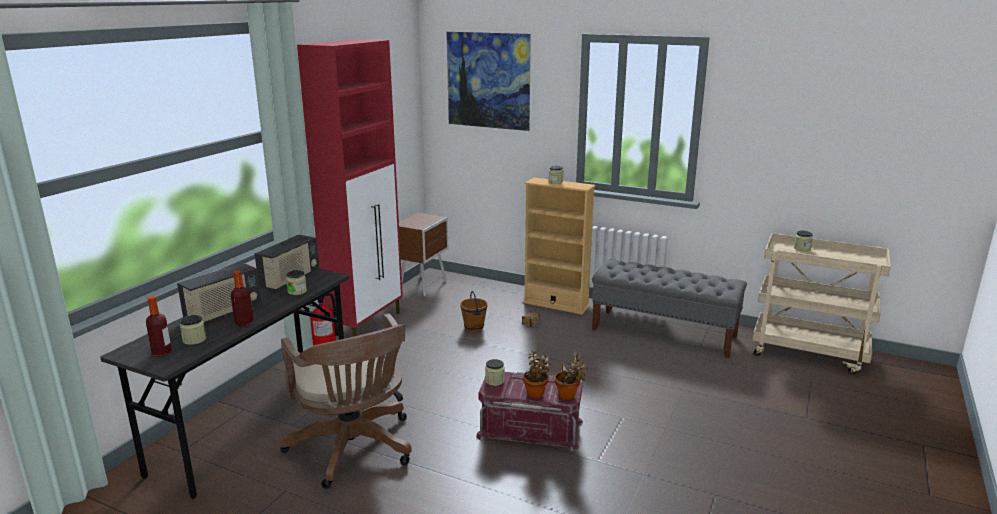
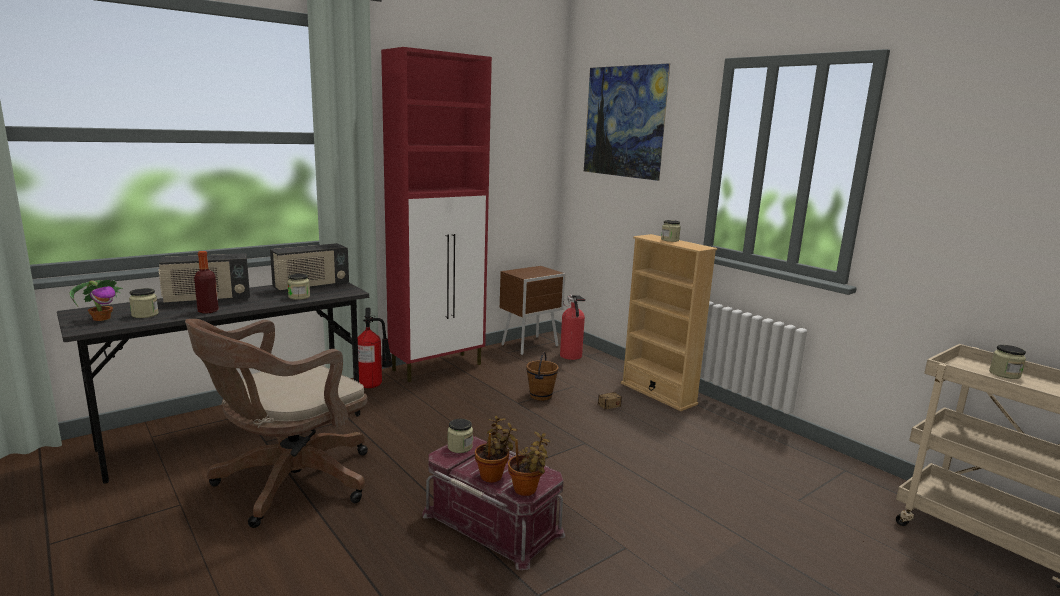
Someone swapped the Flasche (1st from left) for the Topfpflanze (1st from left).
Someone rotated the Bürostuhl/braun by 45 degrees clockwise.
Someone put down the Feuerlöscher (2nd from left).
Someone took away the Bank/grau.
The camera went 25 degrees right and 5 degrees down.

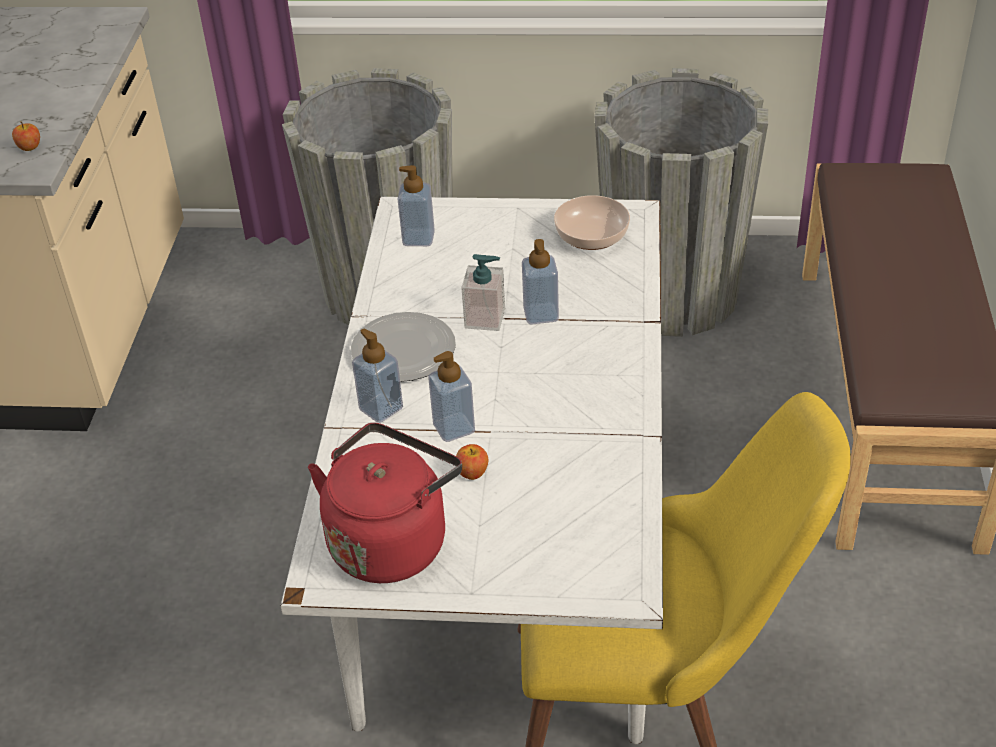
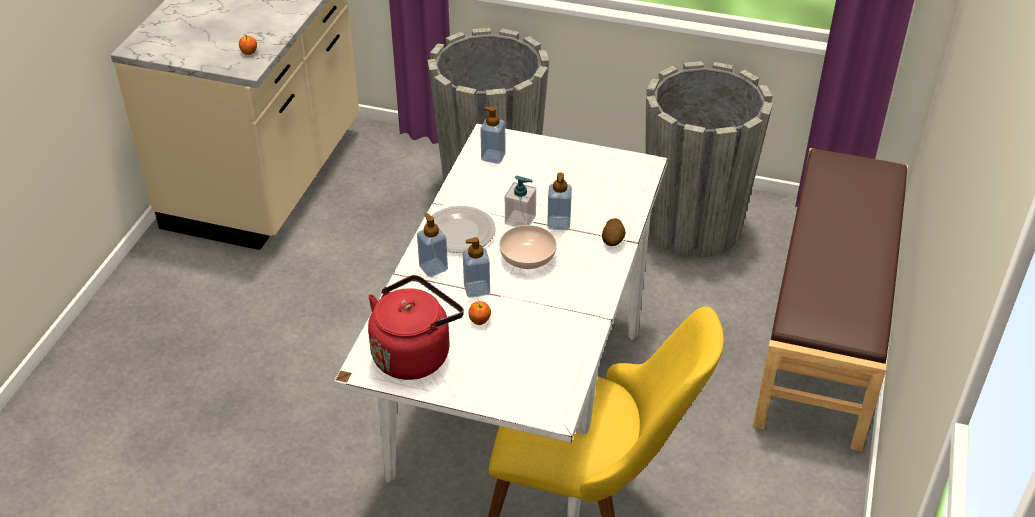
Someone carried the Schüssel.
Someone put down the Kartoffel.
The camera went 10 degrees right and 0 degrees up.

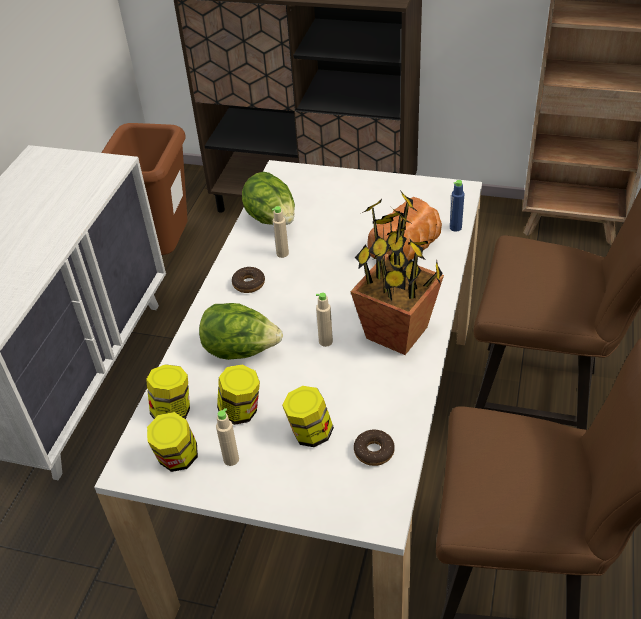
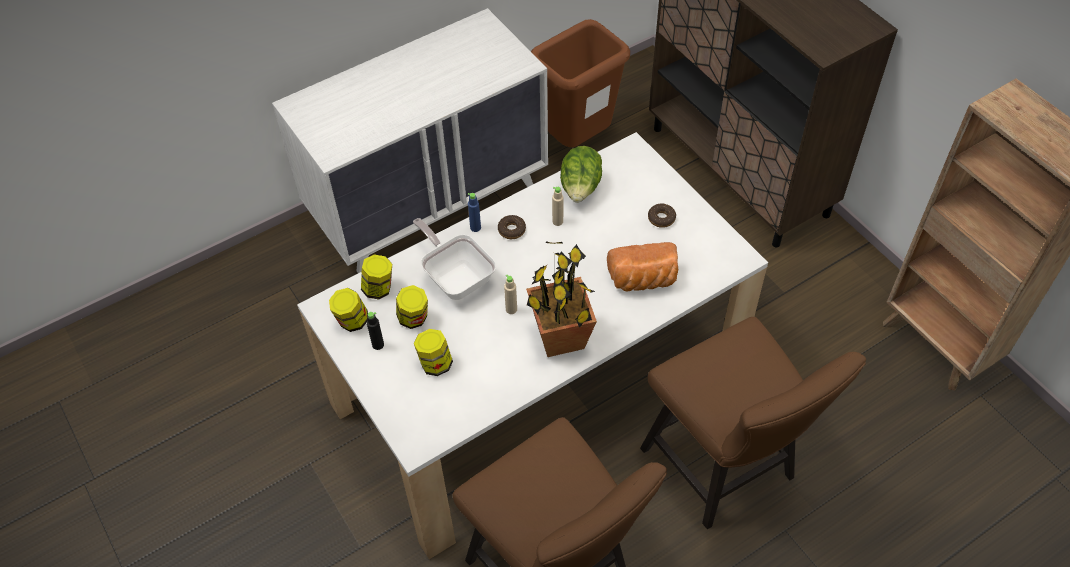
Someone repainted the Flasche/beige (1st from left), which became the Flasche/schwarz.
Someone swapped the Salatkopf (1st from left) for the Pfanne.
Someone carried the Flasche/blau.
Someone carried the Donut (2nd from left).
The camera went 40 degrees right and 10 degrees up.

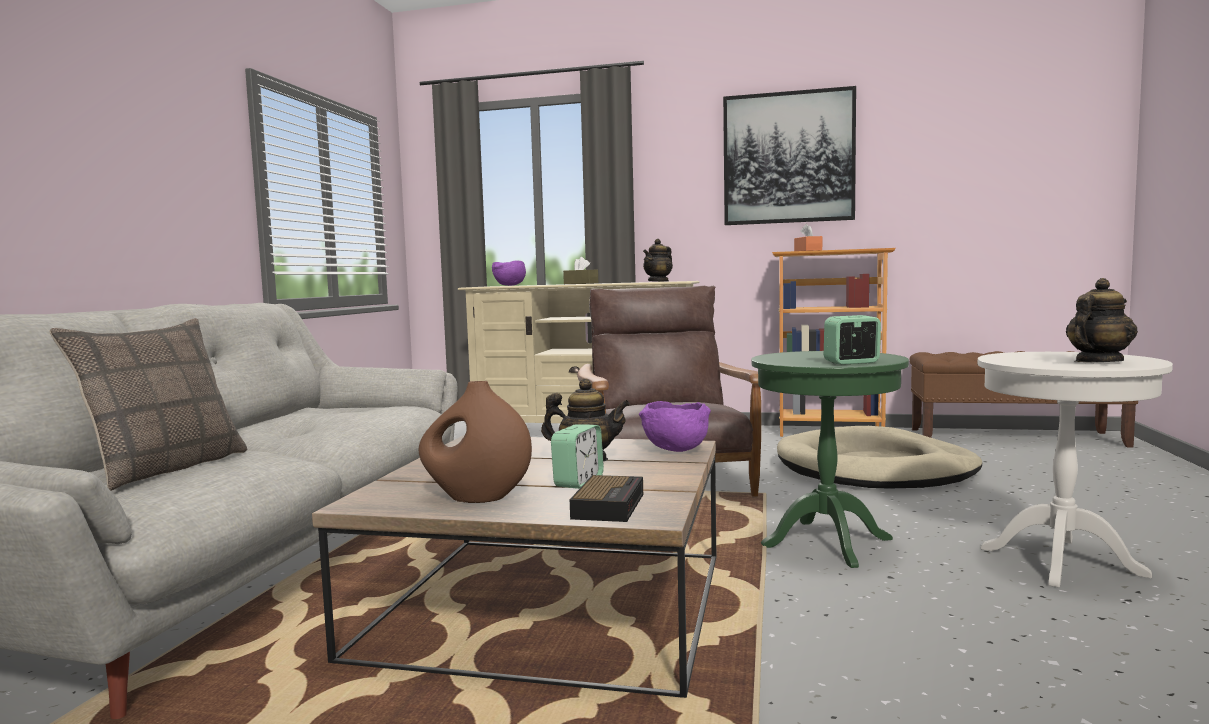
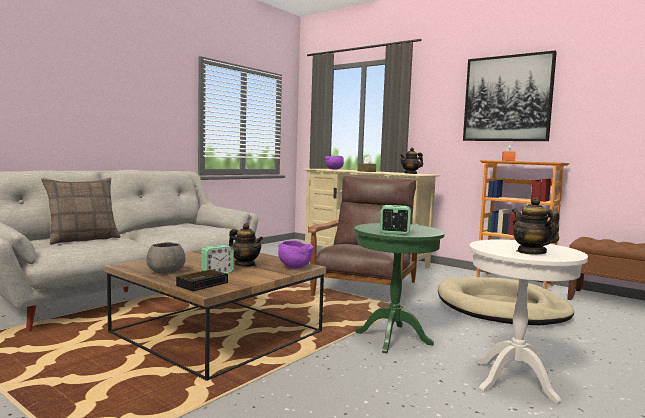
Someone swapped the Vase/braun for the Schüssel/grau.
Someone rotated the Teekanne (3rd from left) by 105 degrees counterclockwise.
The camera went 25 degrees right and 0 degrees up.

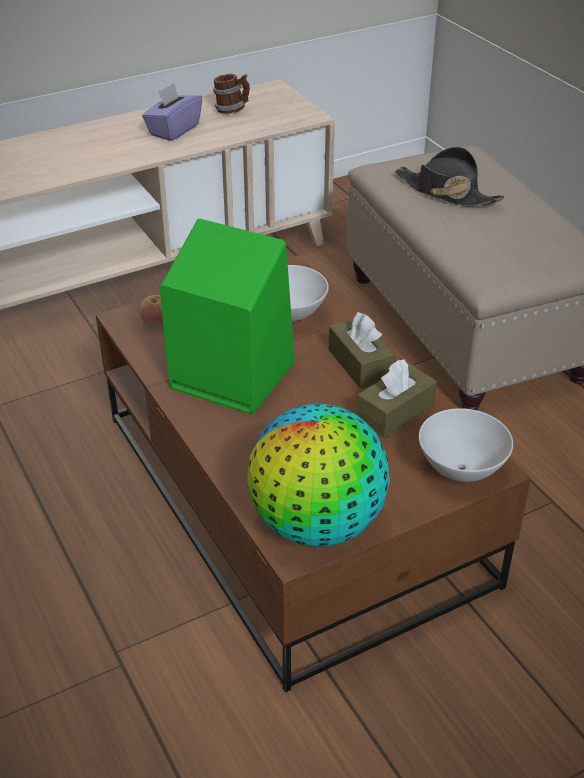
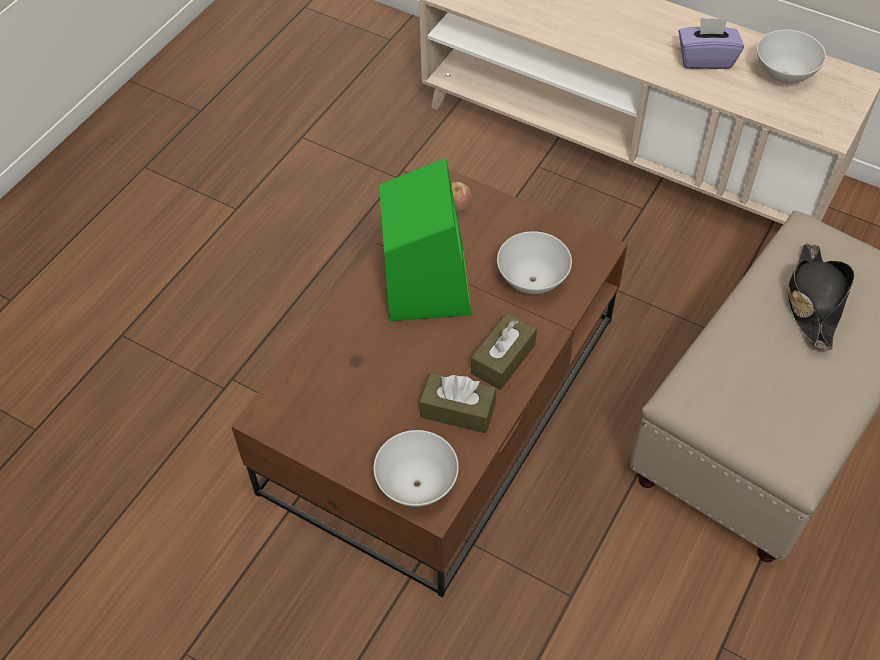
Someone swapped the Henkelbecher for the Schüssel/weiß (3rd from left).
Someone took away the Globus.
The camera went 60 degrees right and 15 degrees up.

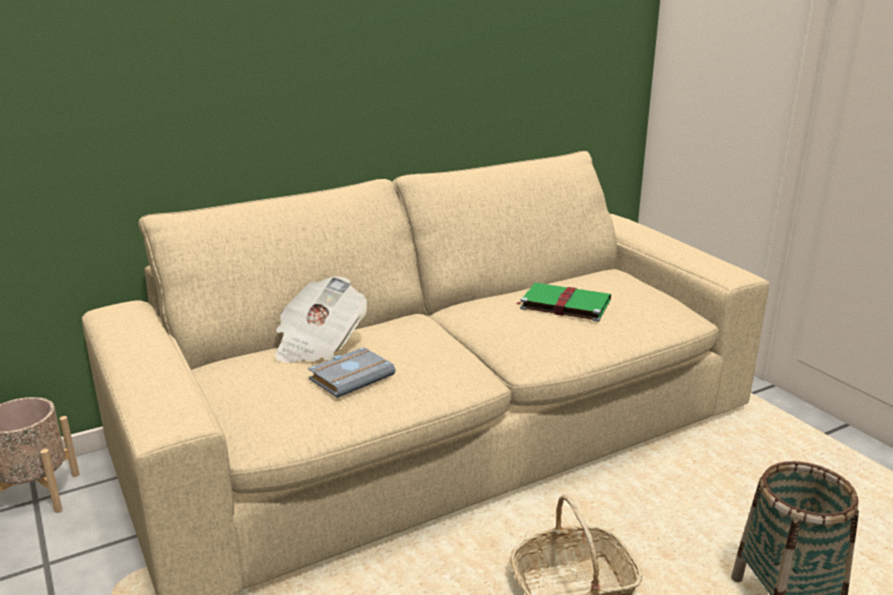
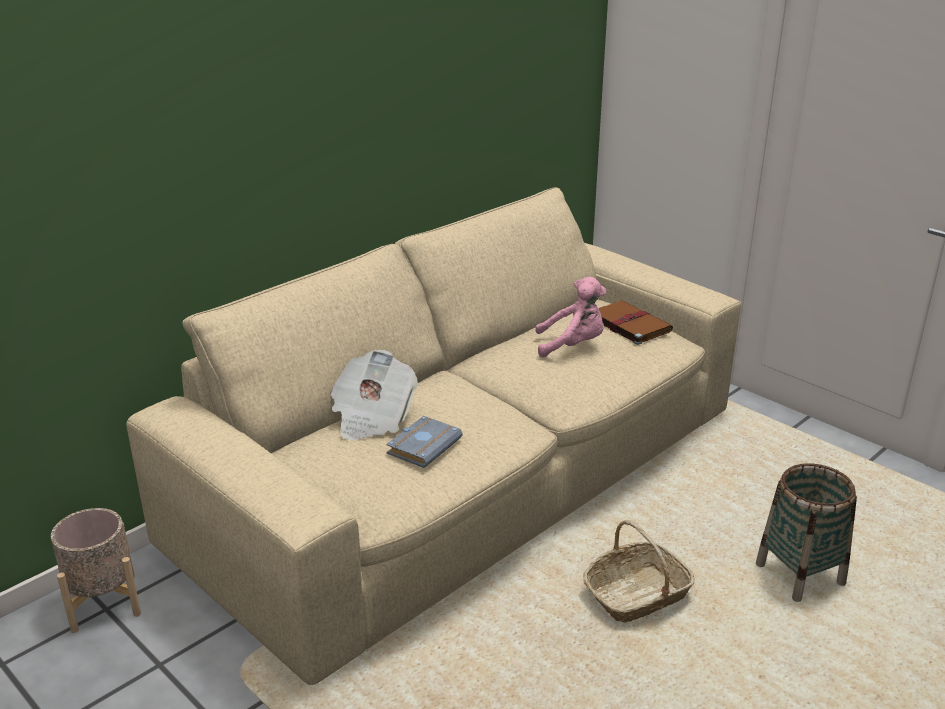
Someone swapped the Buch/grün for the Plüschtier/rosa.
Someone put down the Buch/braun.
The camera went 15 degrees left and 5 degrees up.

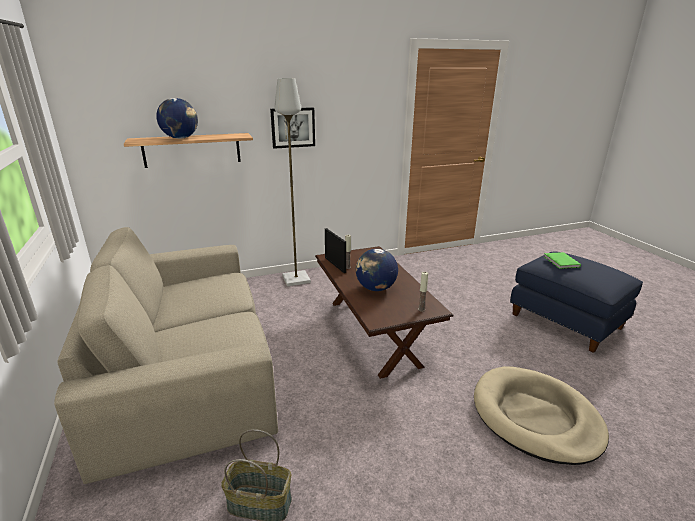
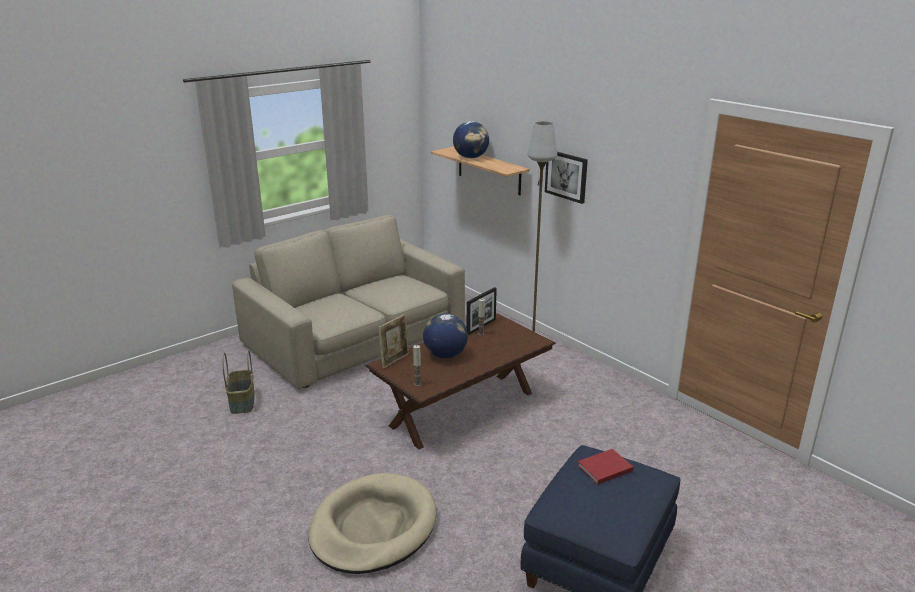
Someone put down the Bilderrahmen (1st from left).
Someone repainted the Buch/grün, which became the Buch/rot.
The camera went 70 degrees right and 0 degrees up.

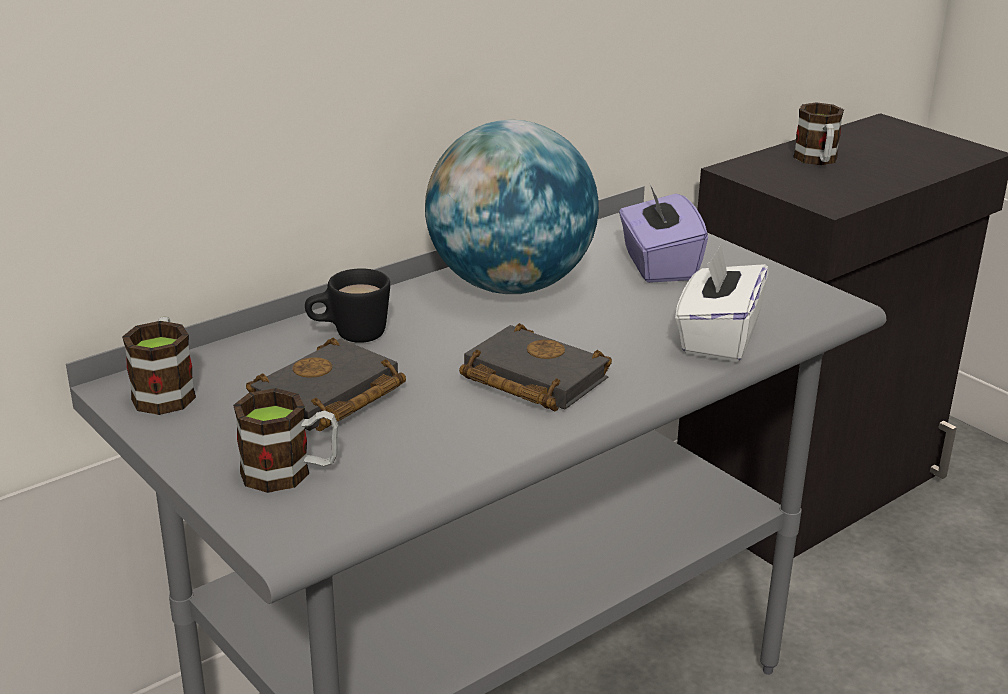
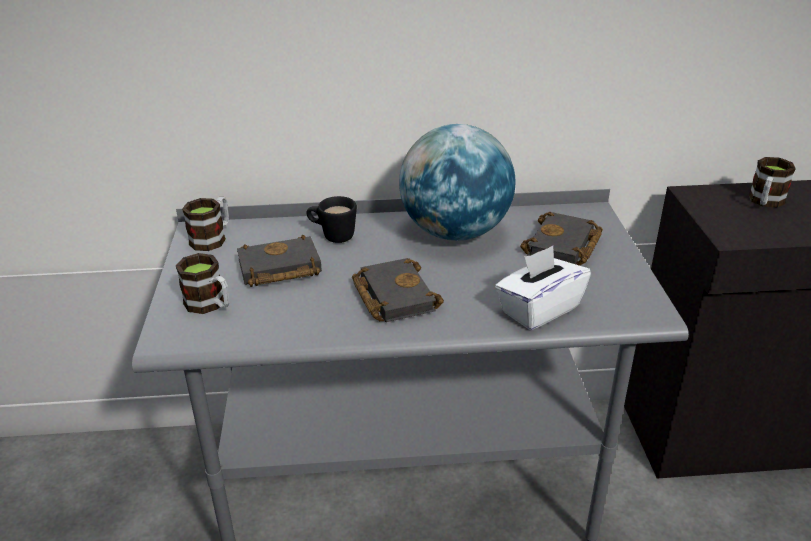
Someone swapped the Taschentuchbox/lila for the Buch/schwarz (3rd from left).
The camera went 35 degrees right and 5 degrees up.

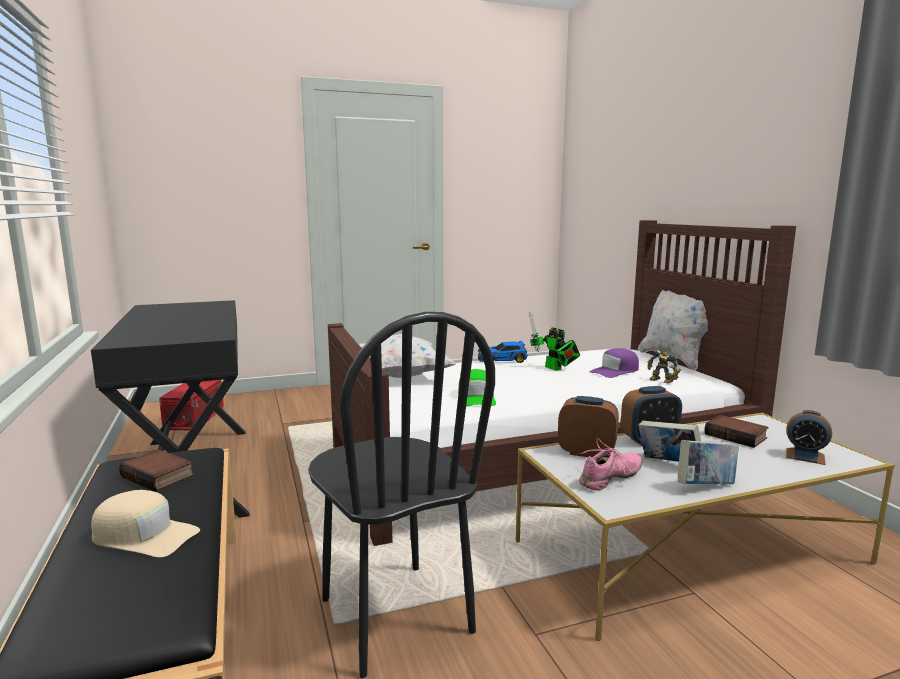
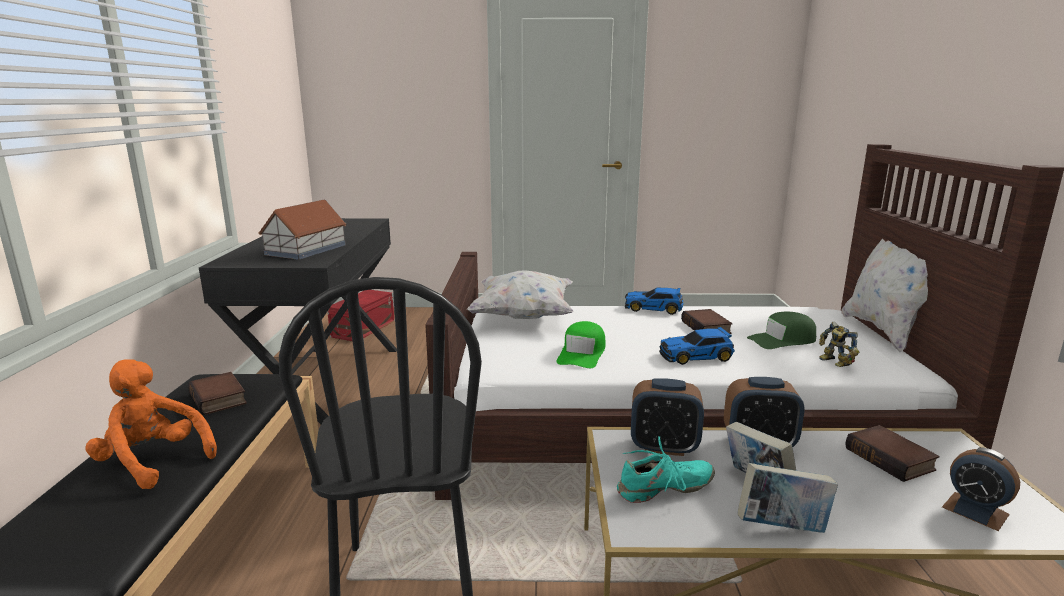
Someone swapped the Kappe/beige for the Plüschtier/orange.
Someone put down the Spielzeughaus.
Someone repainted the Schuh/rosa, which became the Schuh/türkis.
Someone rotated the Wecker (1st from left) by 150 degrees clockwise.
Someone put down the Spielzeugauto (2nd from left).
Someone swapped the Spielzeugroboter (1st from left) for the Buch (2nd from left).
Someone repainted the Kappe/lila, which became the Kappe/grün (2nd from left).
The camera went 20 degrees right and 5 degrees up.

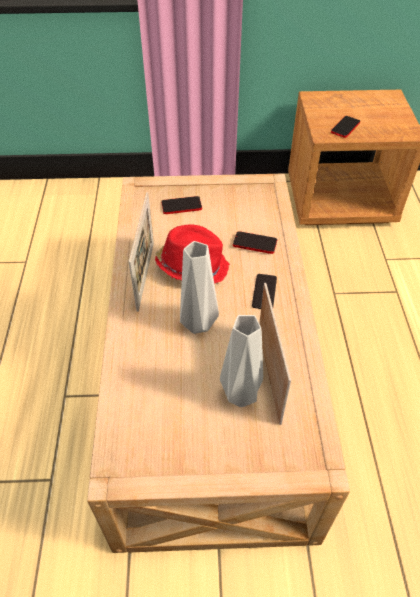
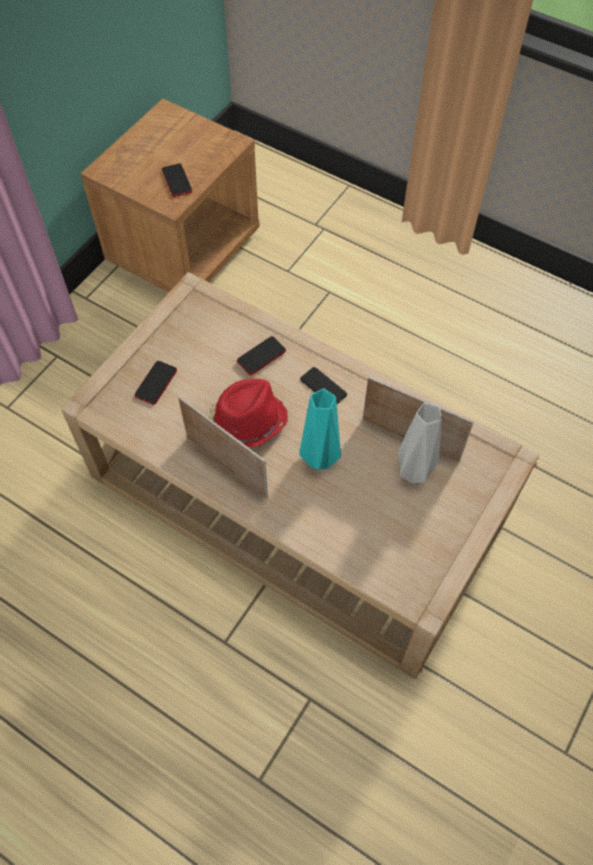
Someone repainted the Vase/grau (1st from left), which became the Vase/türkis.
The camera went 55 degrees left and 10 degrees up.

